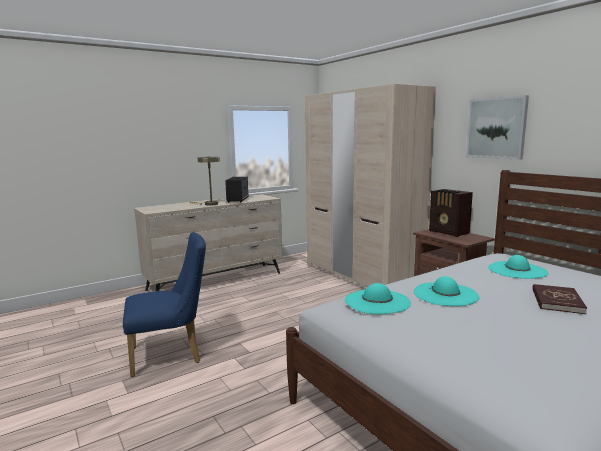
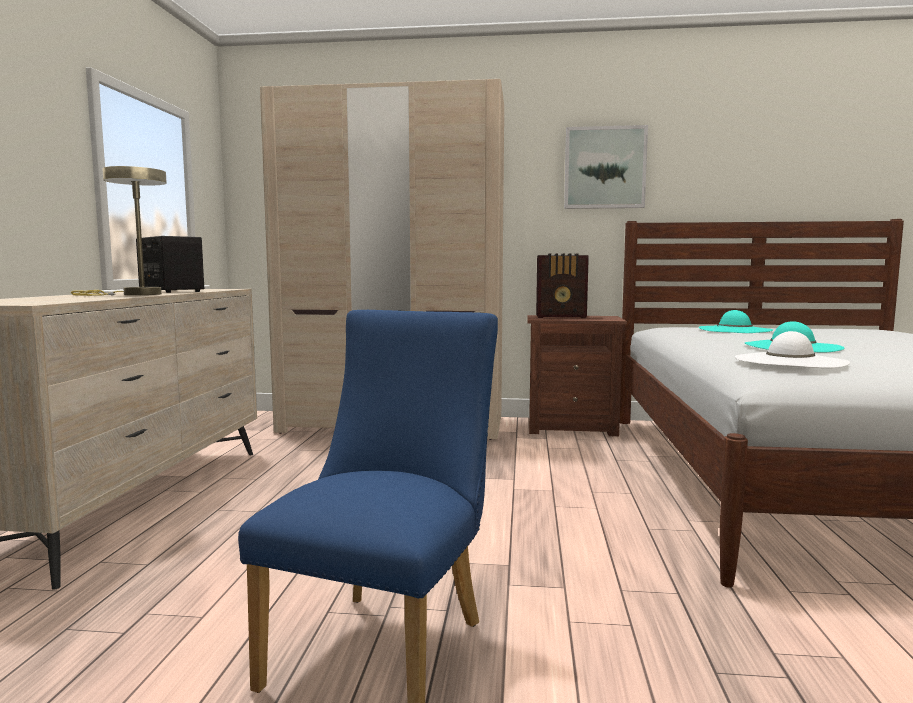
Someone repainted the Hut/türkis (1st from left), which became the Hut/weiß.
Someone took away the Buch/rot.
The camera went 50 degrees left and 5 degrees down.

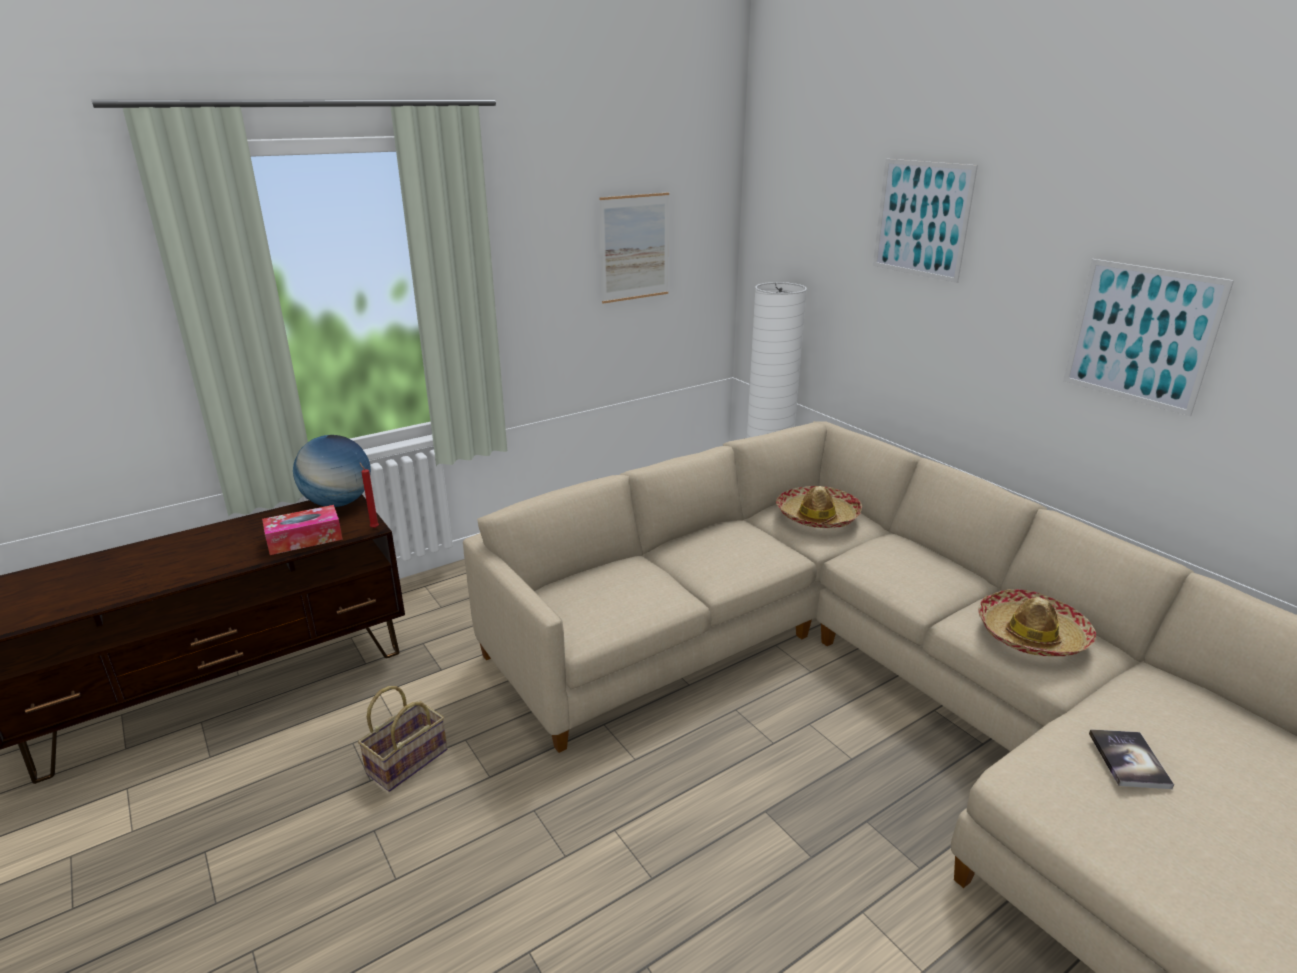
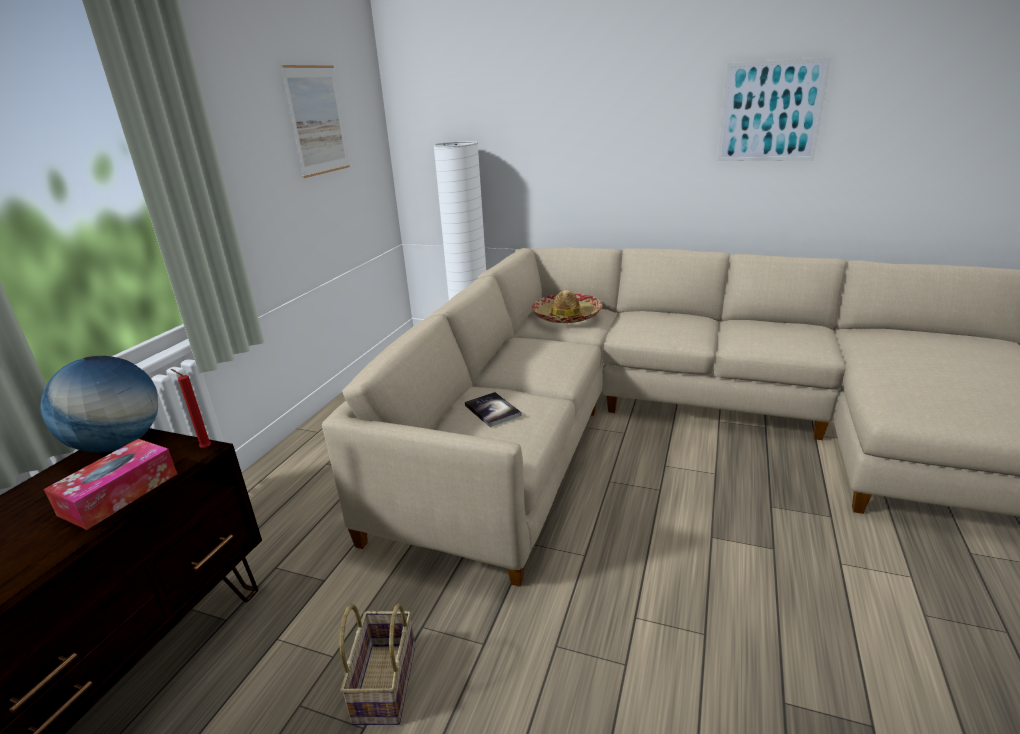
Someone carried the Buch.
Someone took away the Bild (2nd from left).
Someone took away the Hut (2nd from left).
The camera went 35 degrees left and 0 degrees up.

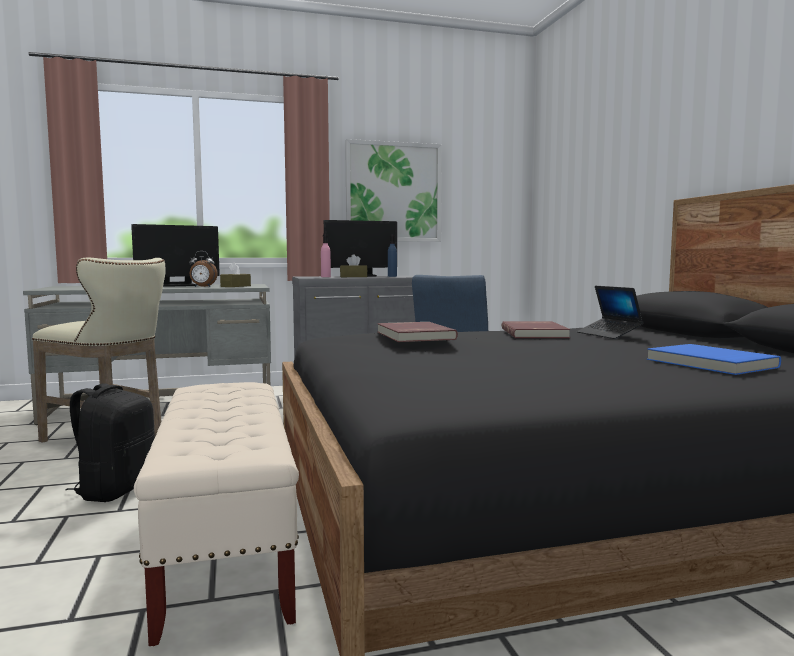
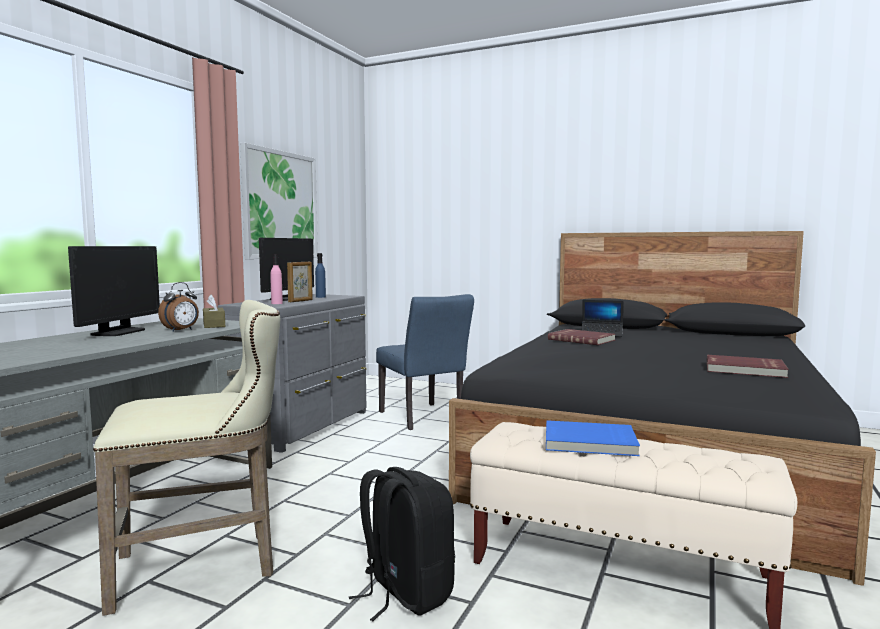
Someone swapped the Taschentuchbox/braun (2nd from left) for the Bilderrahmen.
Someone carried the Buch/blau.
Someone carried the Buch/rot (1st from left in the first image).
The camera went 50 degrees left and 0 degrees up.

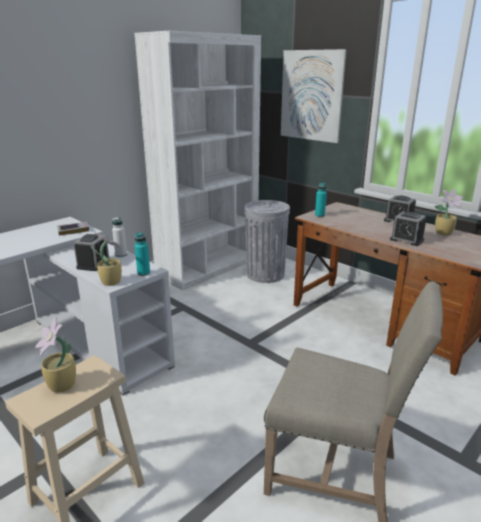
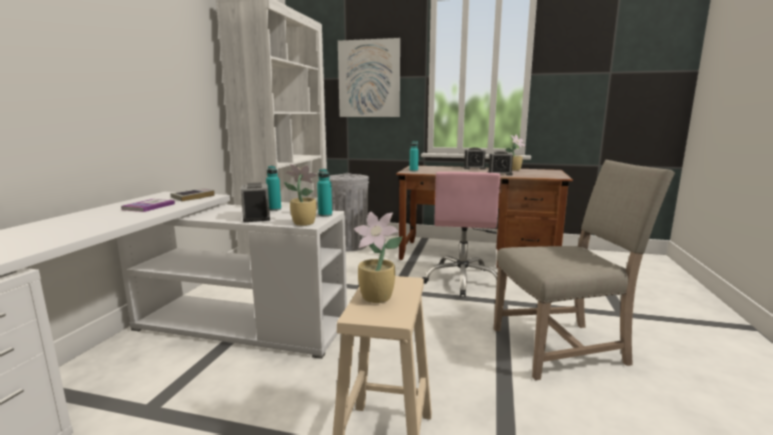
Someone put down the Buch (1st from left).
Someone repainted the Flasche/weiß, which became the Flasche/türkis (1st from left).
Someone put down the Bürostuhl/rosa.
The camera went 30 degrees left and 10 degrees down.

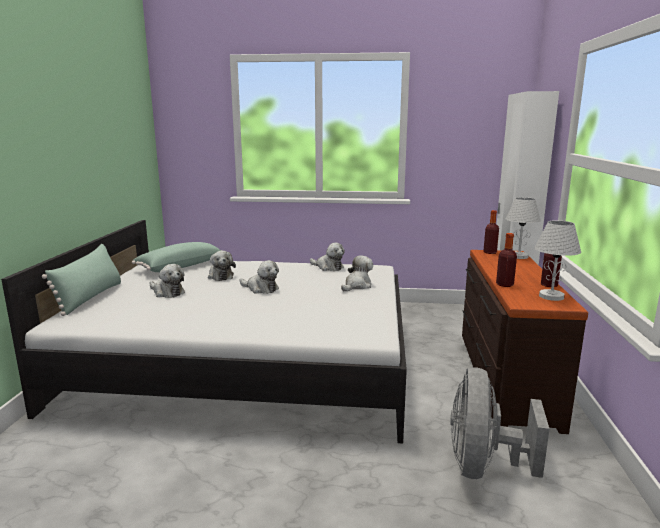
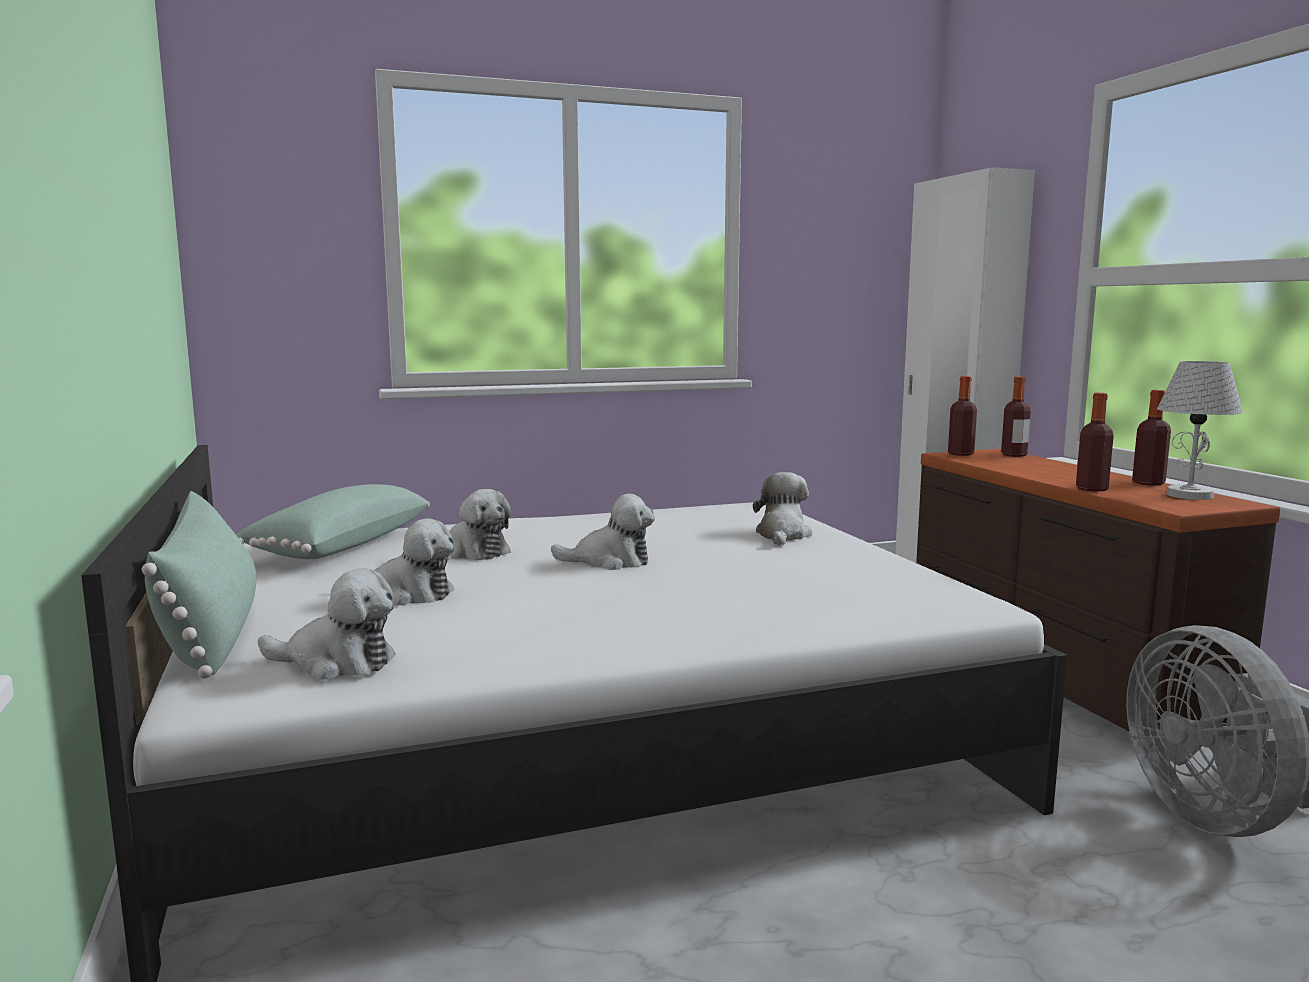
Someone carried the Plüschtier (4th from left in the first image).
Someone swapped the Tischlampe/weiß (1st from left) for the Flasche (2nd from left).
The camera went 25 degrees left and 5 degrees down.

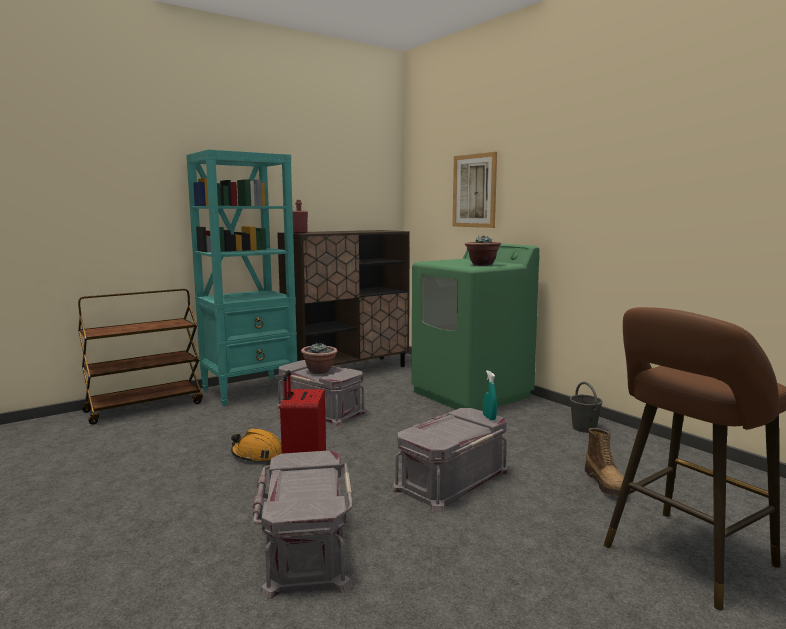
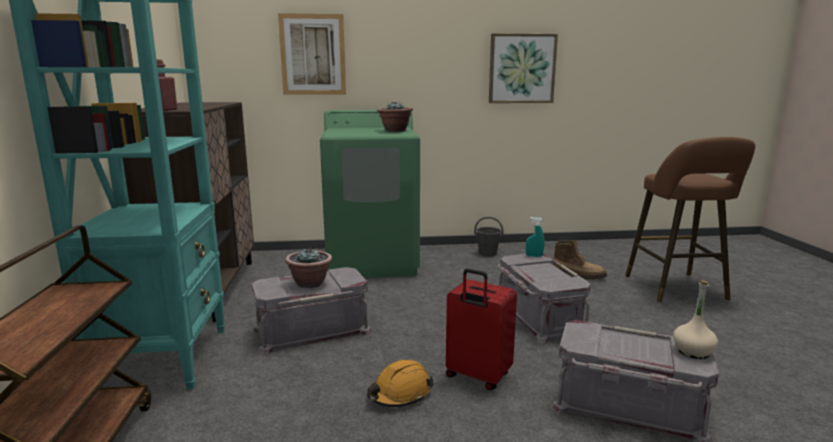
Someone put up the Bild (2nd from left).
Someone put down the Flasche/beige.
The camera went 60 degrees left and 5 degrees up.

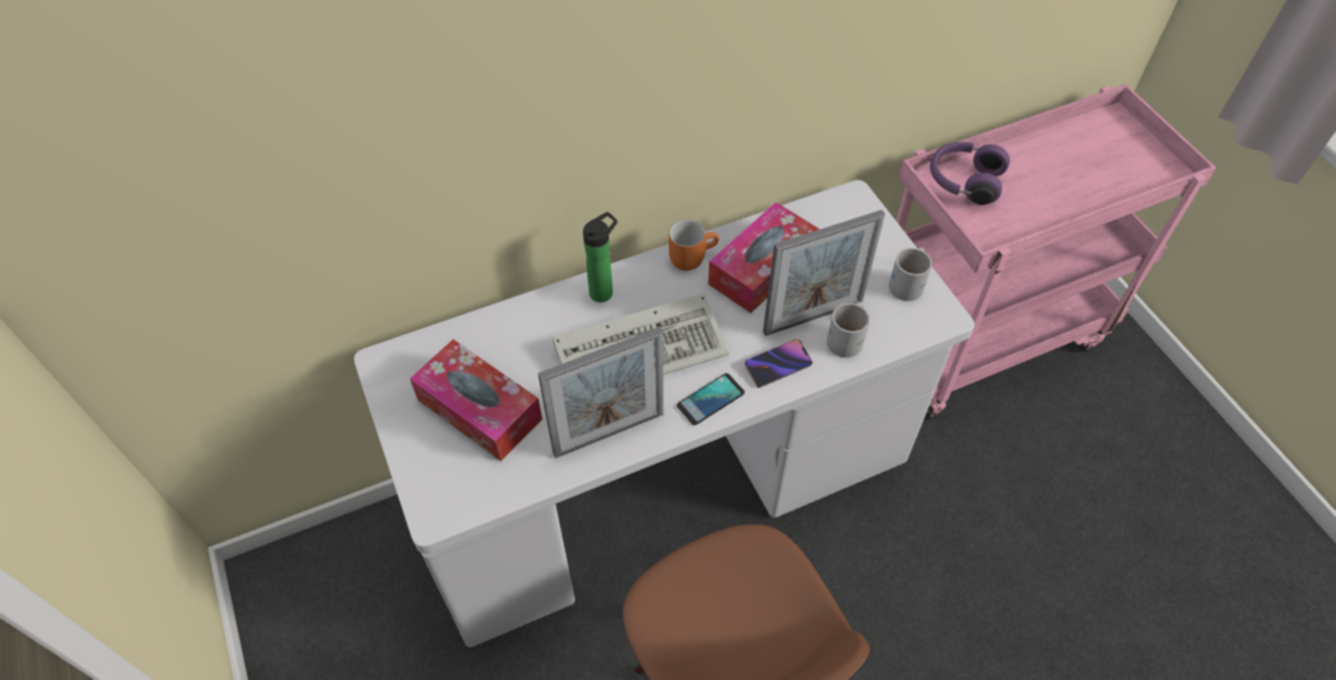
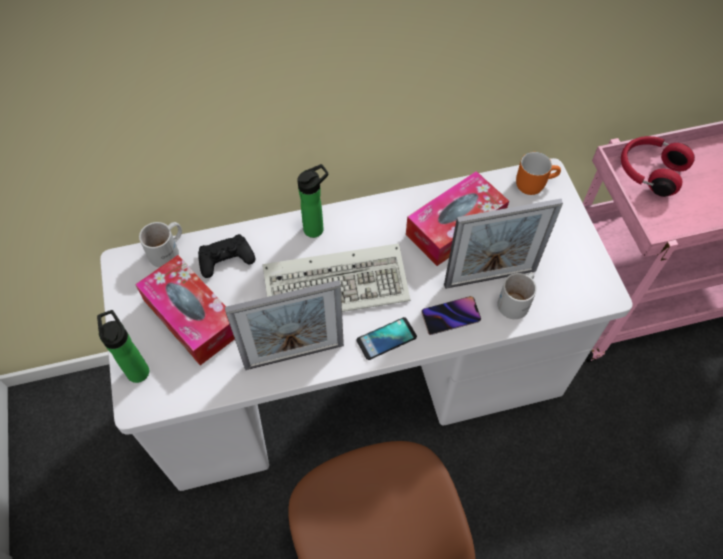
Someone put down the Flasche (1st from left).
Someone carried the Henkelbecher/weiß (2nd from left in the first image).
Someone put down the Gamepad/schwarz.
Someone carried the Henkelbecher/orange.
Someone repainted the Kopfhörer/lila, which became the Kopfhörer/rot.
The camera went 10 degrees right and 5 degrees up.

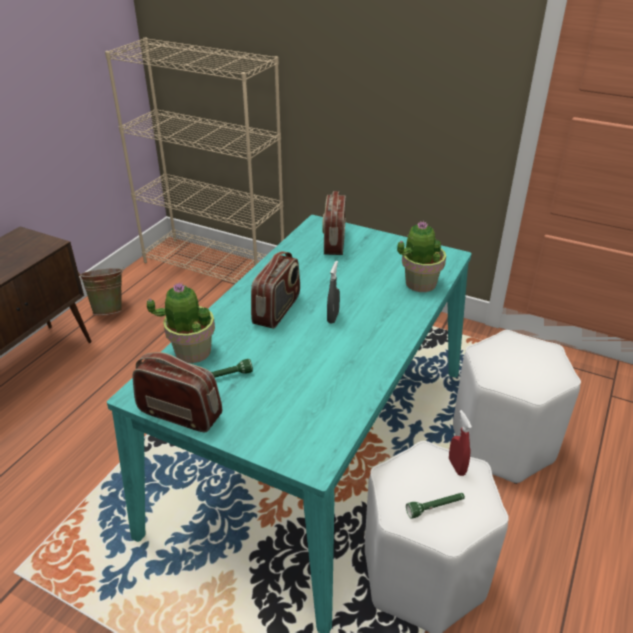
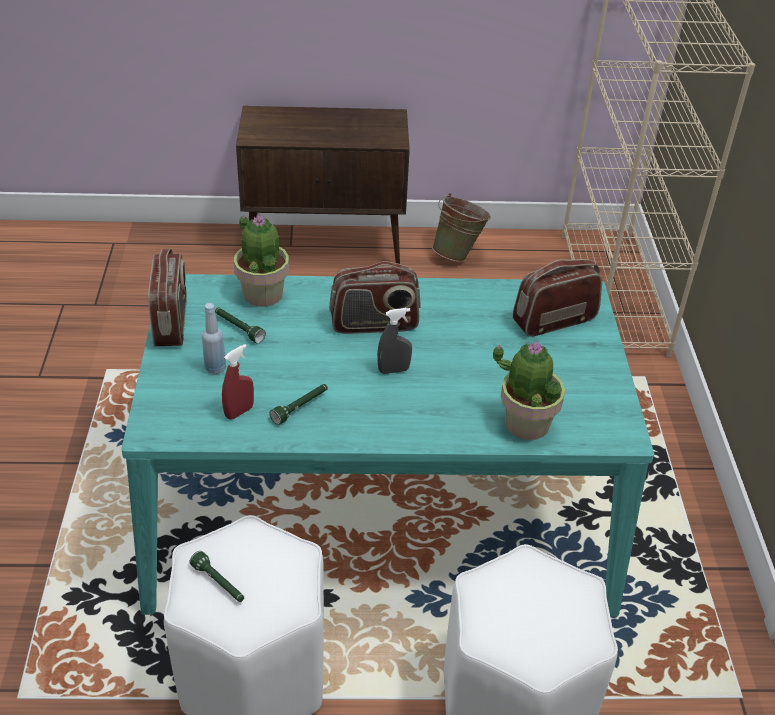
Someone put down the Flasche/blau.
Someone carried the Sprühflasche/rot.
Someone put down the Taschenlampe/grün (3rd from left).
The camera went 60 degrees right and 5 degrees up.

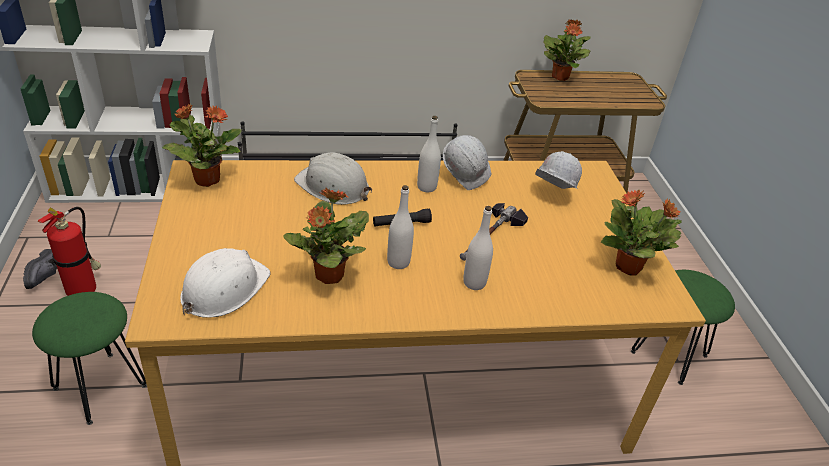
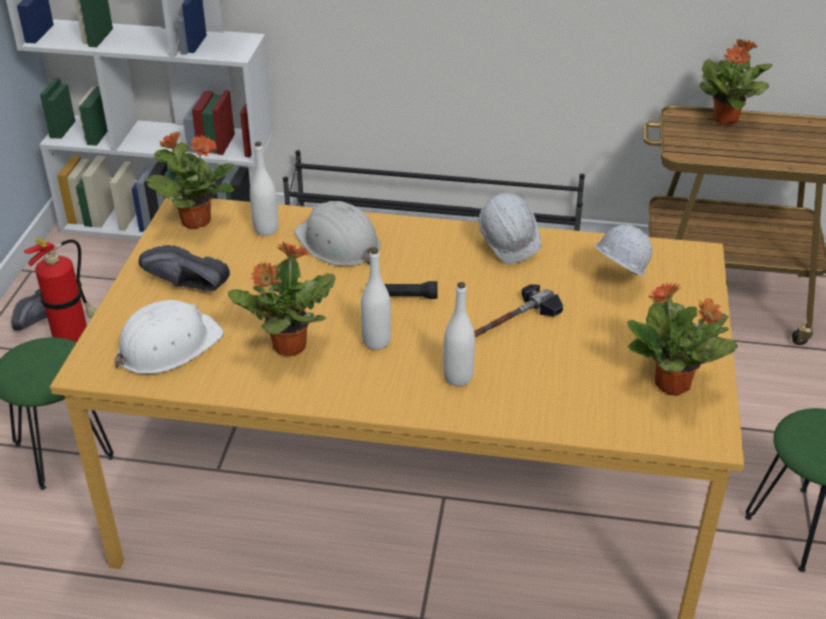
Someone put down the Schuh/schwarz (2nd from left).
Someone carried the Flasche/weiß (2nd from left in the first image).
The camera went 20 degrees right and 0 degrees up.

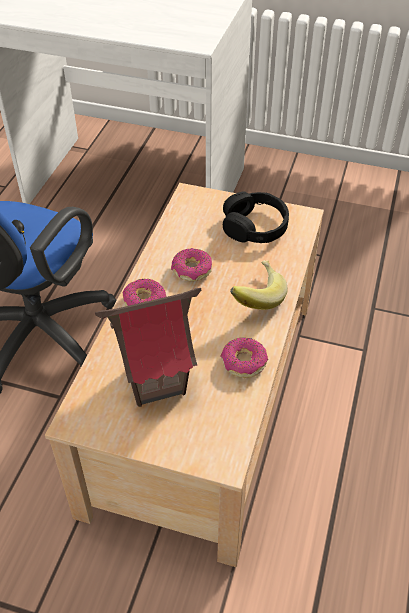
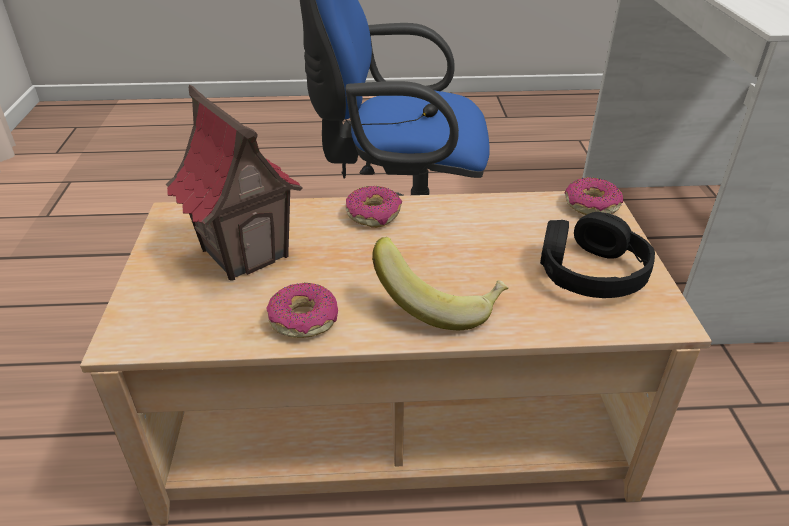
Someone carried the Donut (2nd from left in the first image).
The camera went 70 degrees right and 10 degrees down.

